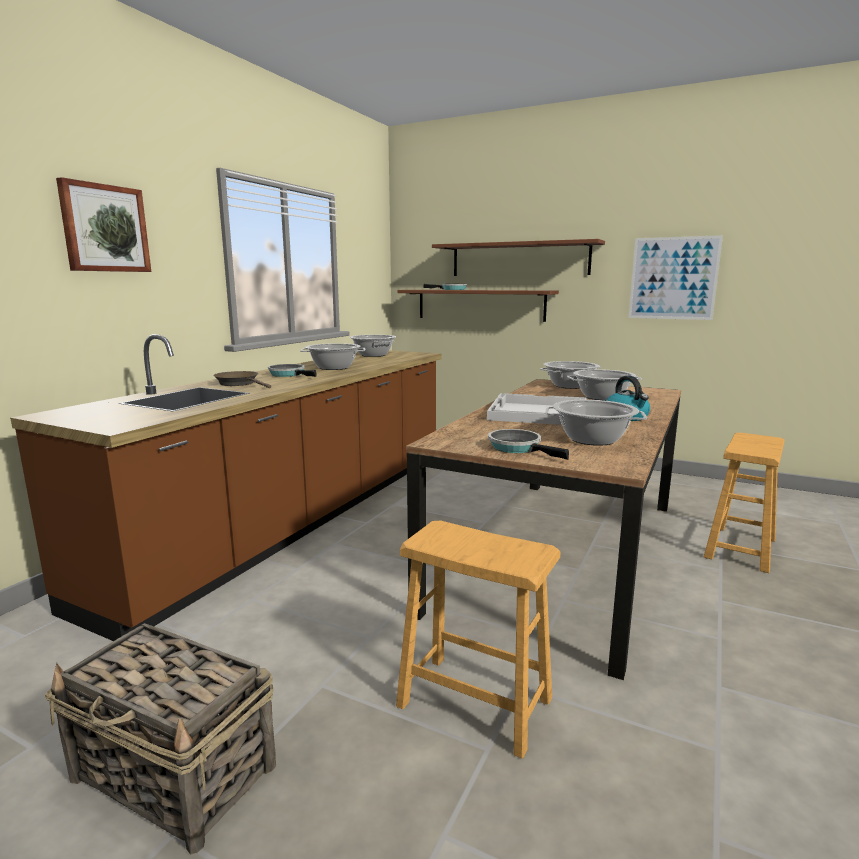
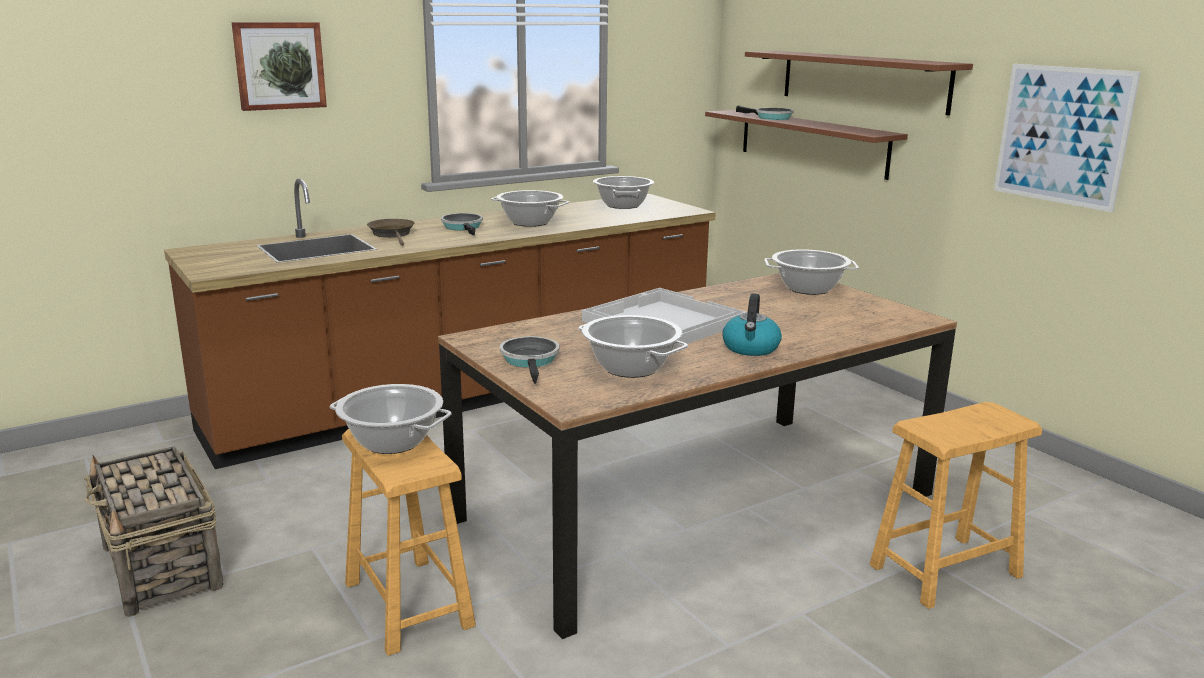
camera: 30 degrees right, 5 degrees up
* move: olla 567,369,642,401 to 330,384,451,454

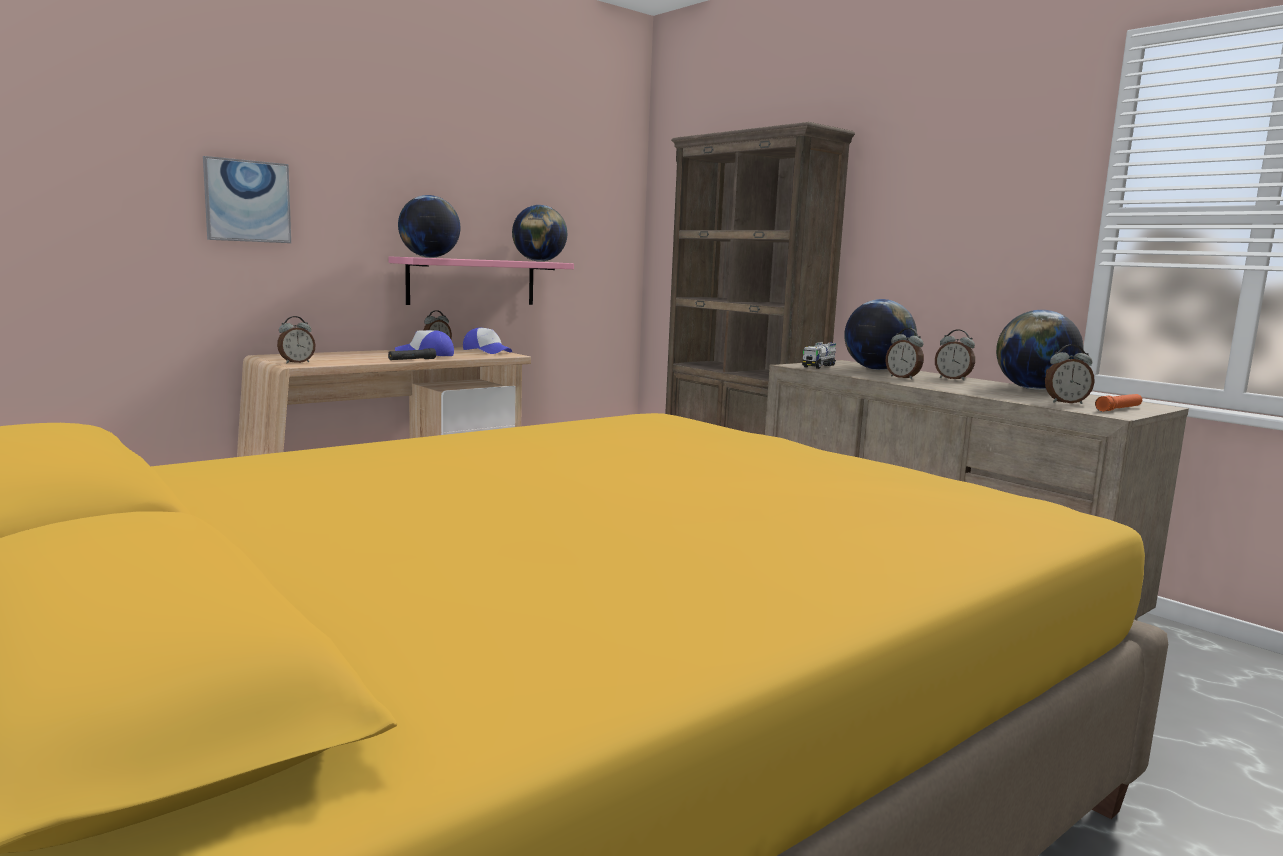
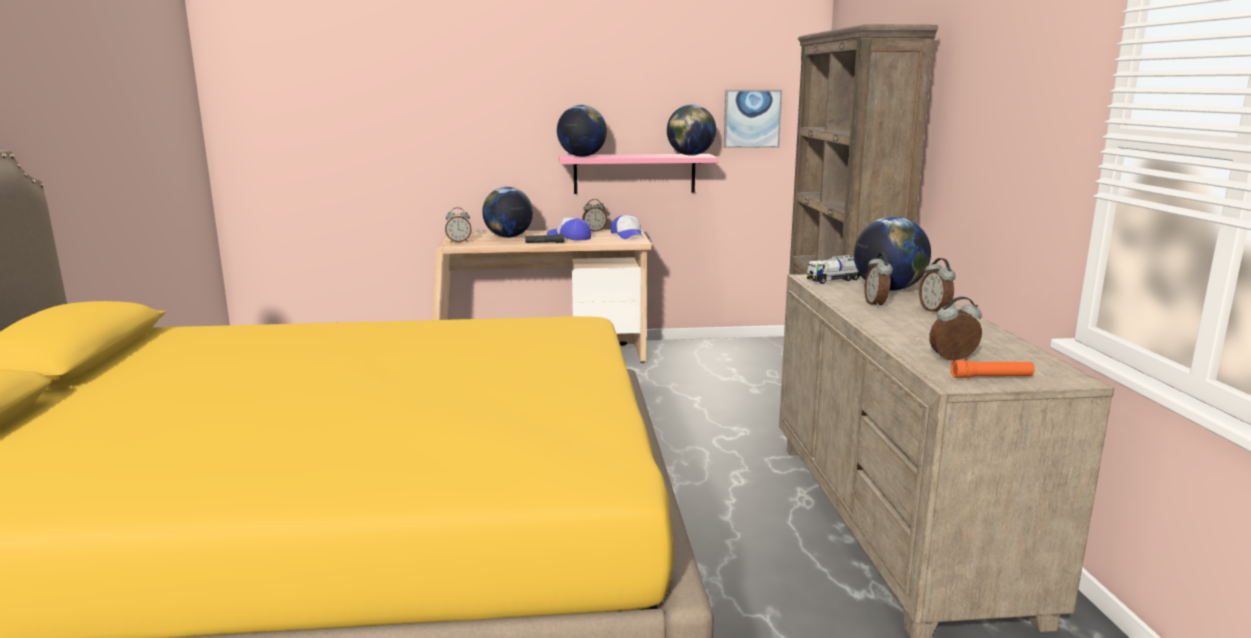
camera: 35 degrees right, 5 degrees up
* move: cuadro 203,156,291,243 to 724,90,782,148
* move: globo terráqueo 996,310,1084,390 to 482,187,533,238
* rotate: despertador 1045,344,1095,404 = 929,296,982,360 135 degrees clockwise

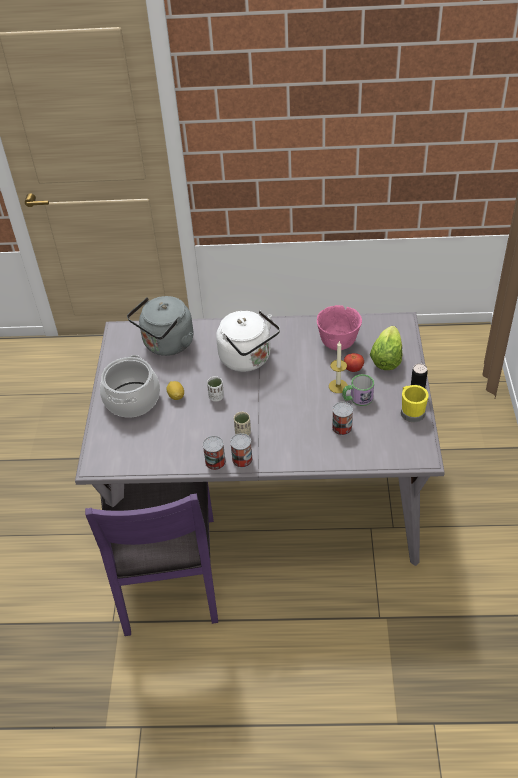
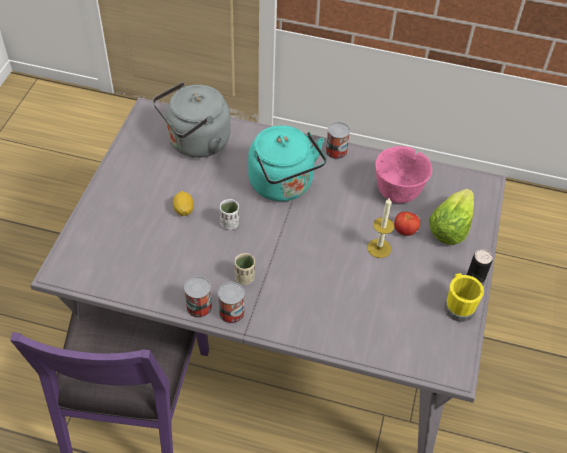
camera: 10 degrees right, 5 degrees up
* delete: olla 100,355,160,418
* recolor: hervidor (blanco) 216,311,280,372 to hervidor (turquesa) 248,125,326,201
* move: lata 332,402,353,436 to 326,122,350,160
* delete: taza grande 342,374,374,406

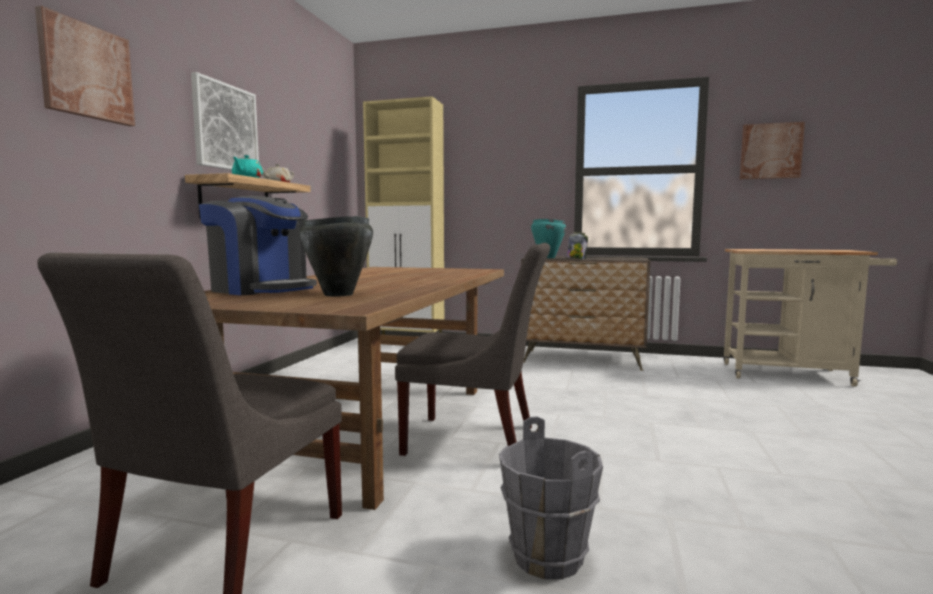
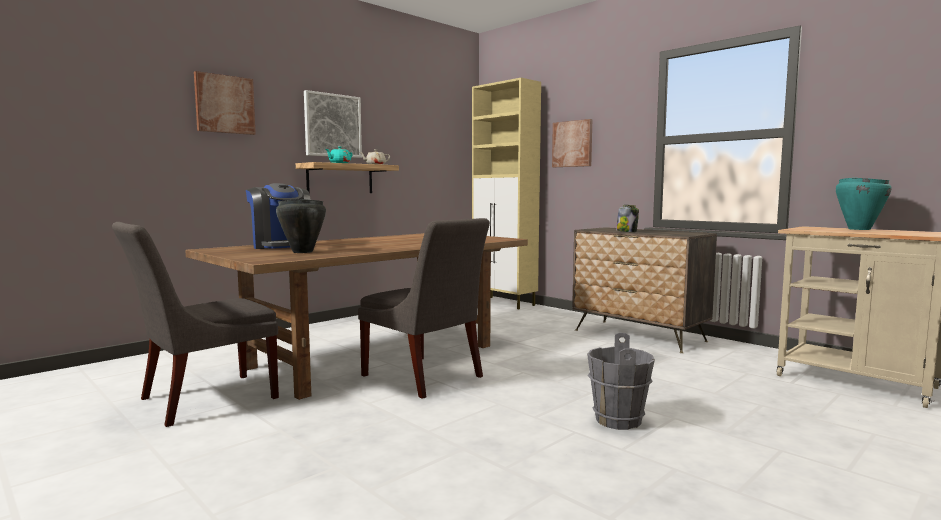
camera: 30 degrees right, 0 degrees up
* move: cubo (gris) 499,416,603,579 to 587,333,655,430
* move: olla (turquesa) 531,219,566,258 to 836,178,892,230
* move: cuadro 740,122,805,179 to 552,119,592,167

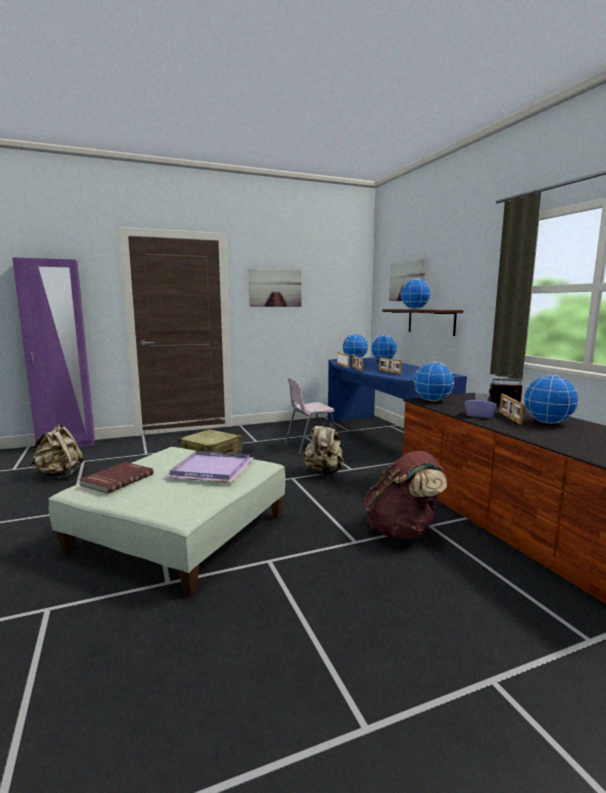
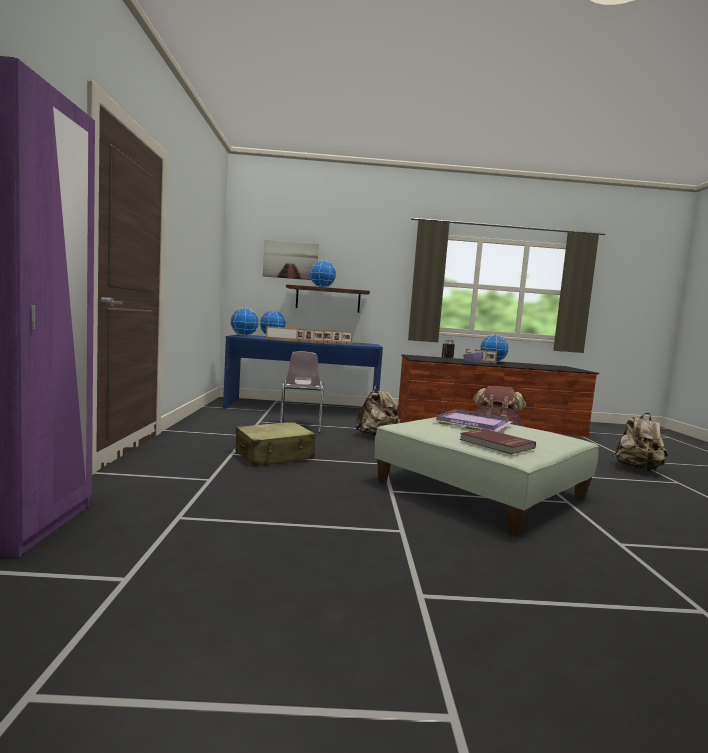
camera: 70 degrees left, 5 degrees down
* move: mochila (beis) 31,424,84,478 to 612,413,668,472
* delete: cuadro 249,269,301,307
* delete: globo terráqueo 413,362,454,401

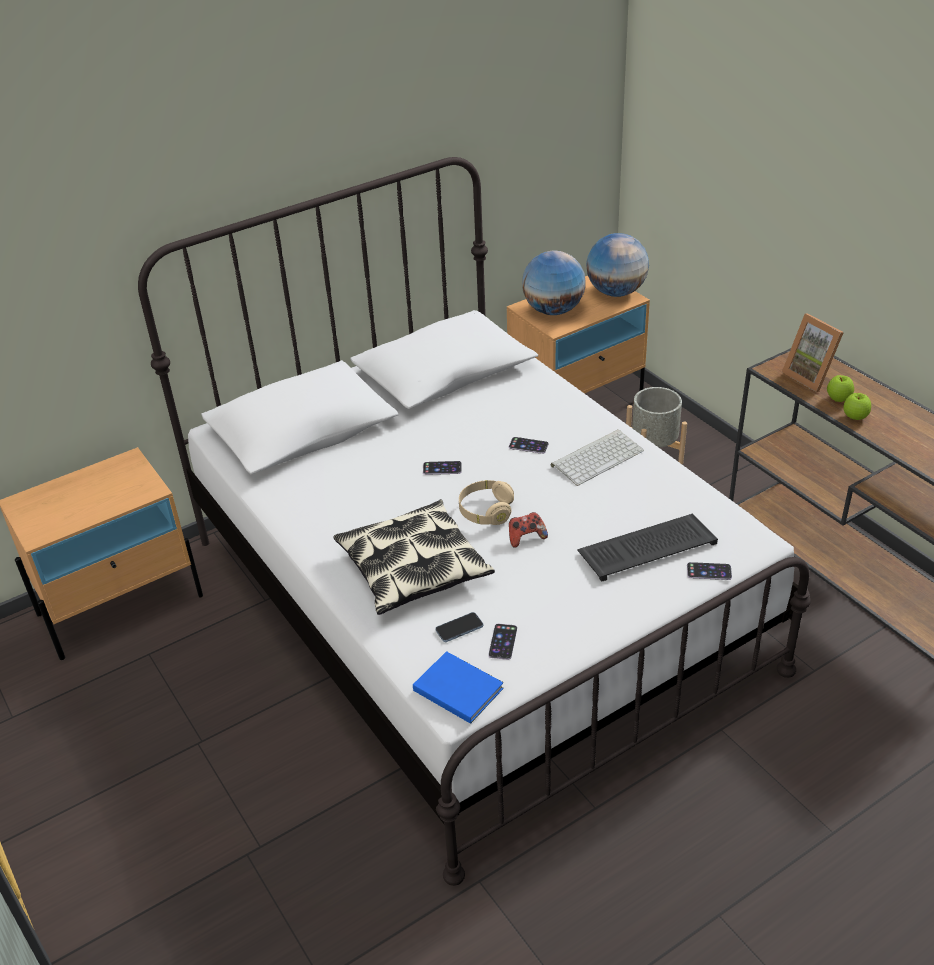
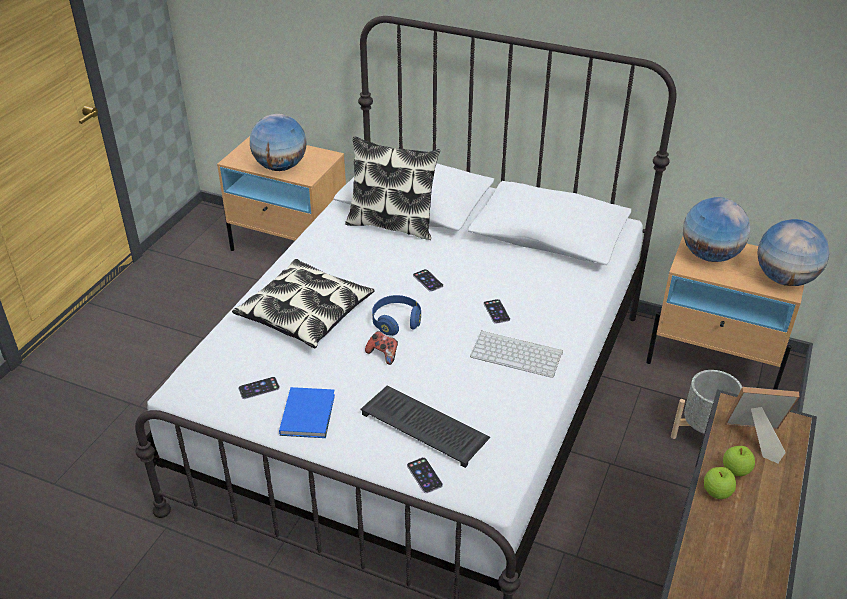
camera: 55 degrees right, 0 degrees up
* move: libro (azul) 413,651,504,724 to 279,387,335,438
* delete: móvil 435,612,483,642
* recolor: auriculares (beis) 459,480,514,525 to auriculares (azul) 372,295,421,336
* rotate: portarretratos 782,314,844,392 = 725,387,799,463 75 degrees clockwise
* insert: globo terráqueo 250,114,307,171
* insert: cojín 345,136,440,240

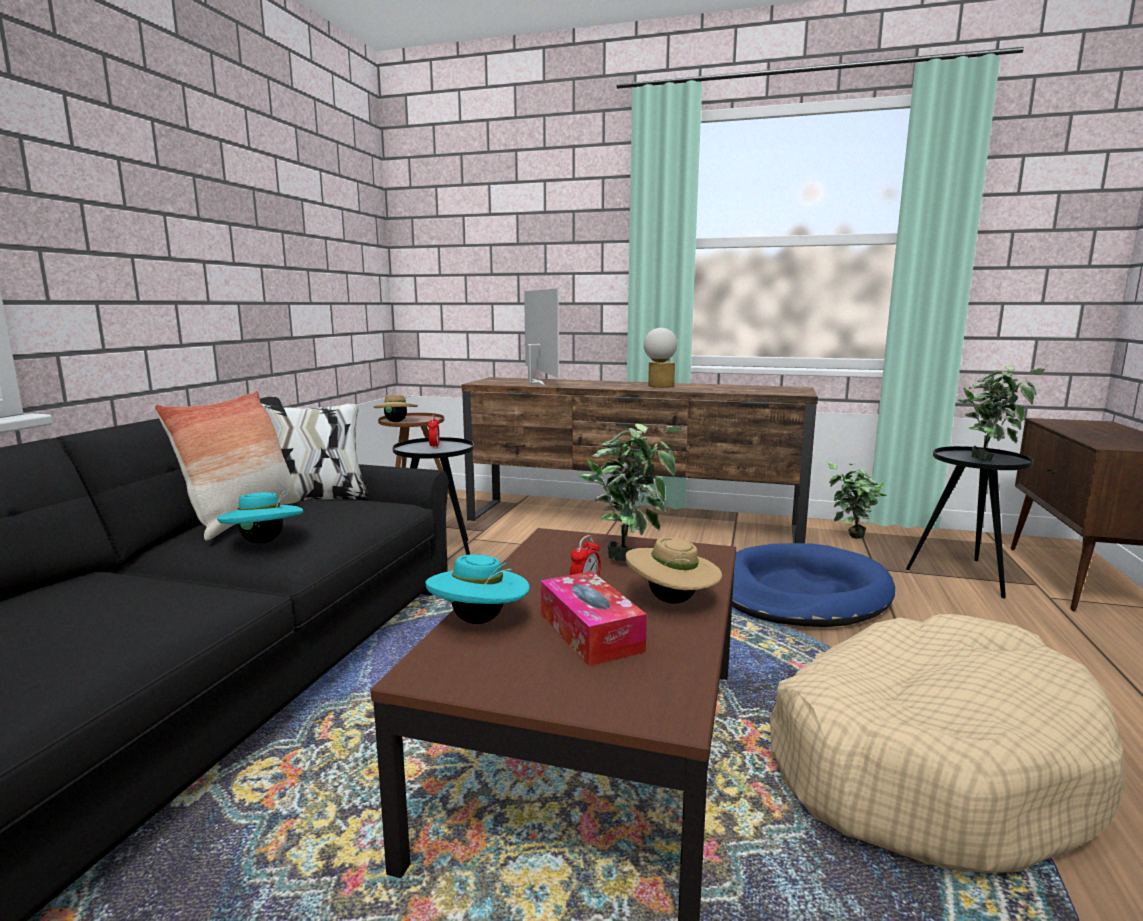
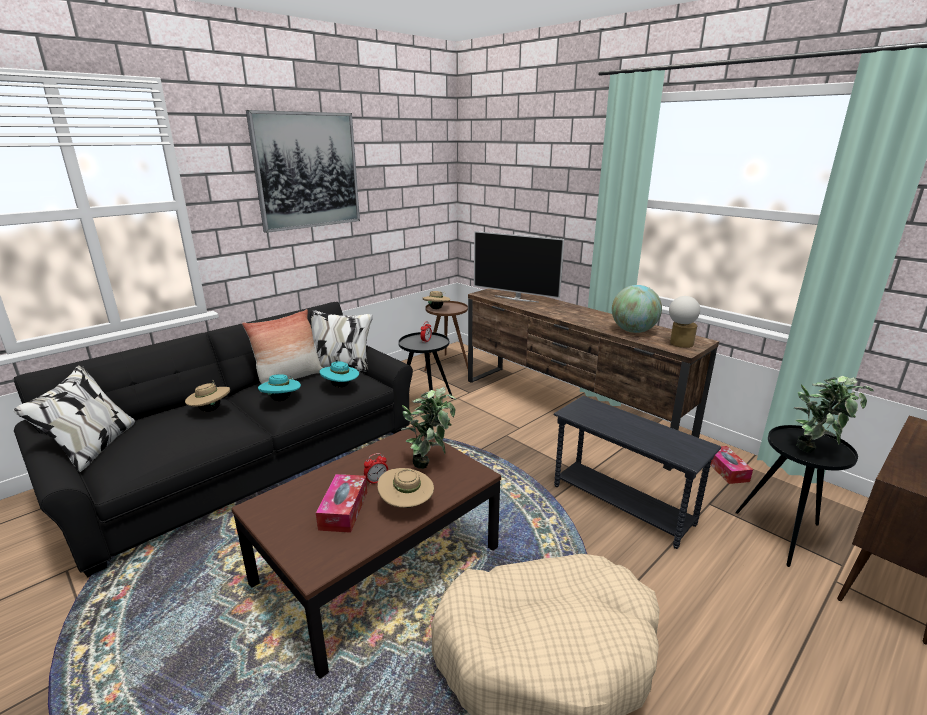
camera: 30 degrees right, 10 degrees up
* move: sombrero (turquesa) 426,554,530,624 to 320,361,359,388
* rotate: televisor 524,288,559,386 = 474,231,564,302 105 degrees clockwise
* move: lámpara de mesa 644,328,677,388 to 669,296,700,348
* replace: cama para perro (azul) 732,543,895,627 to mesa auxiliar (gris) 554,396,721,549
* replace: planta en maceta 828,462,888,539 to caja de pañuelos 710,446,753,484
* insert: sombrero (beis) 185,380,230,412
* insert: cuadro 246,110,360,233
* insert: globo terráqueo 612,285,662,333

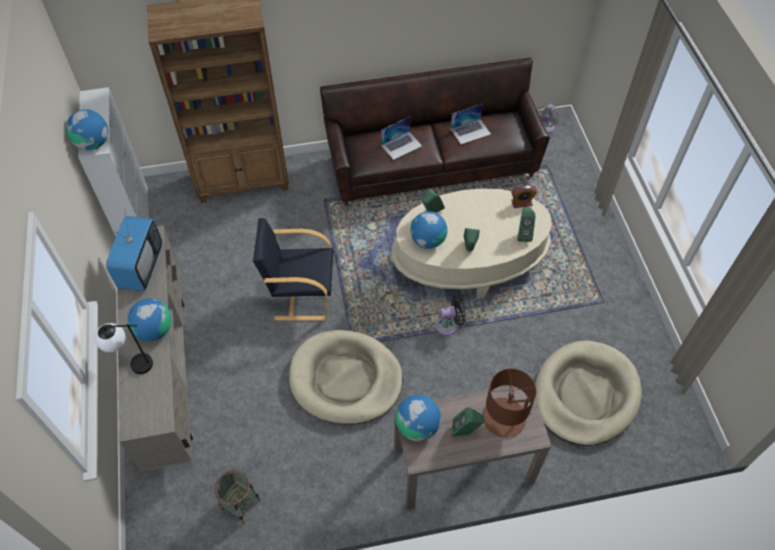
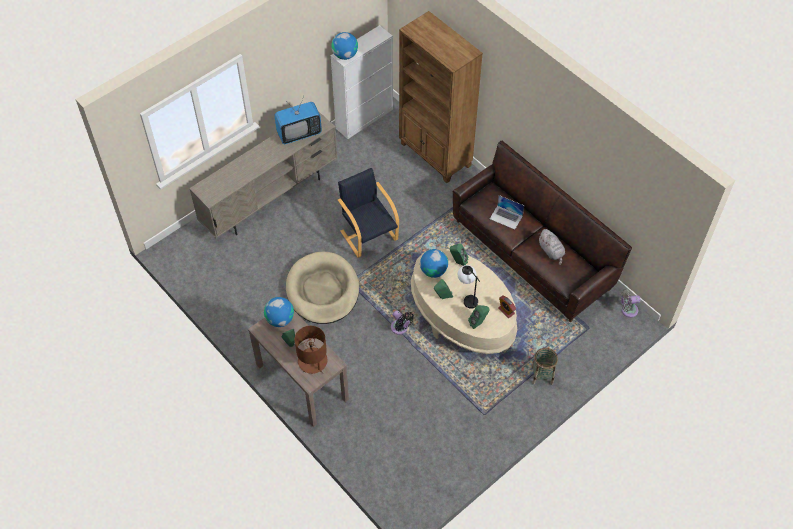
camera: 60 degrees right, 0 degrees up
* move: lámpara de mesa 95,323,153,374 to 458,265,480,309
* delete: globo terráqueo 128,298,171,341
* move: cesta 215,470,261,524 to 531,348,558,385
* replace: portátil 451,104,491,144 to peluche (gris) 539,229,565,265
* delete: cama para perro (beis) 535,340,642,446

